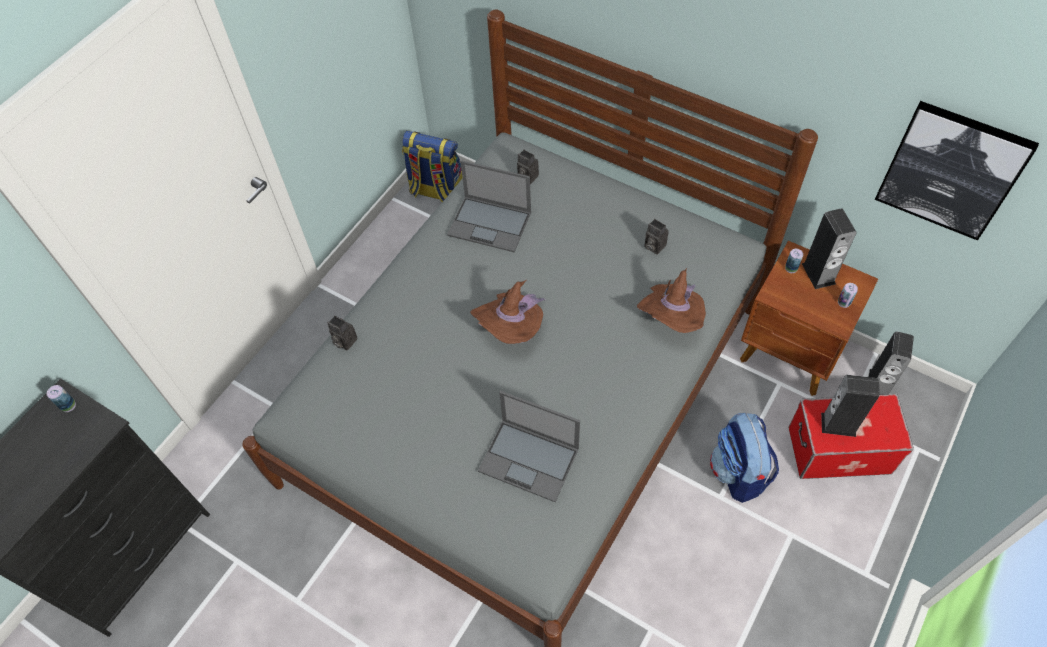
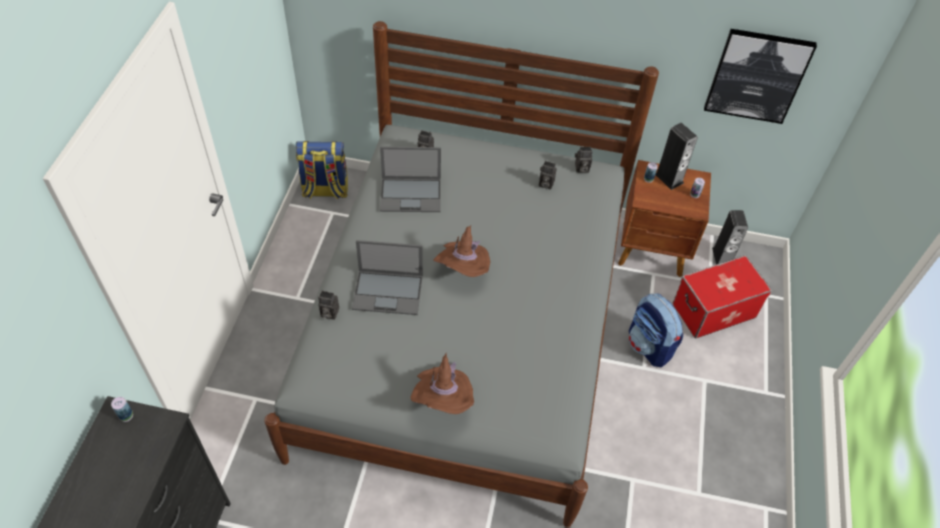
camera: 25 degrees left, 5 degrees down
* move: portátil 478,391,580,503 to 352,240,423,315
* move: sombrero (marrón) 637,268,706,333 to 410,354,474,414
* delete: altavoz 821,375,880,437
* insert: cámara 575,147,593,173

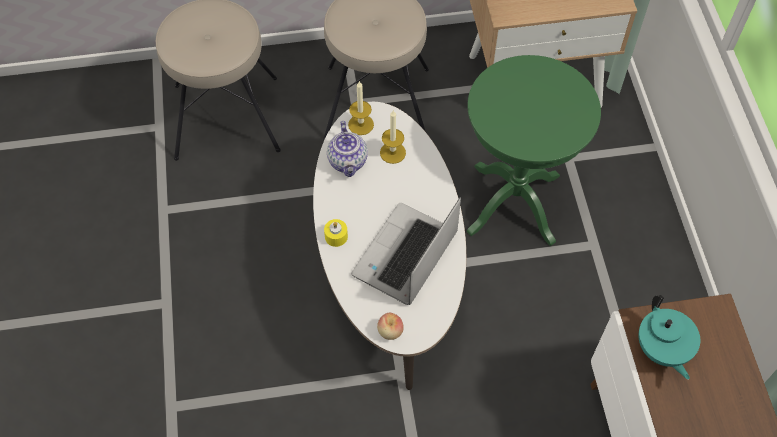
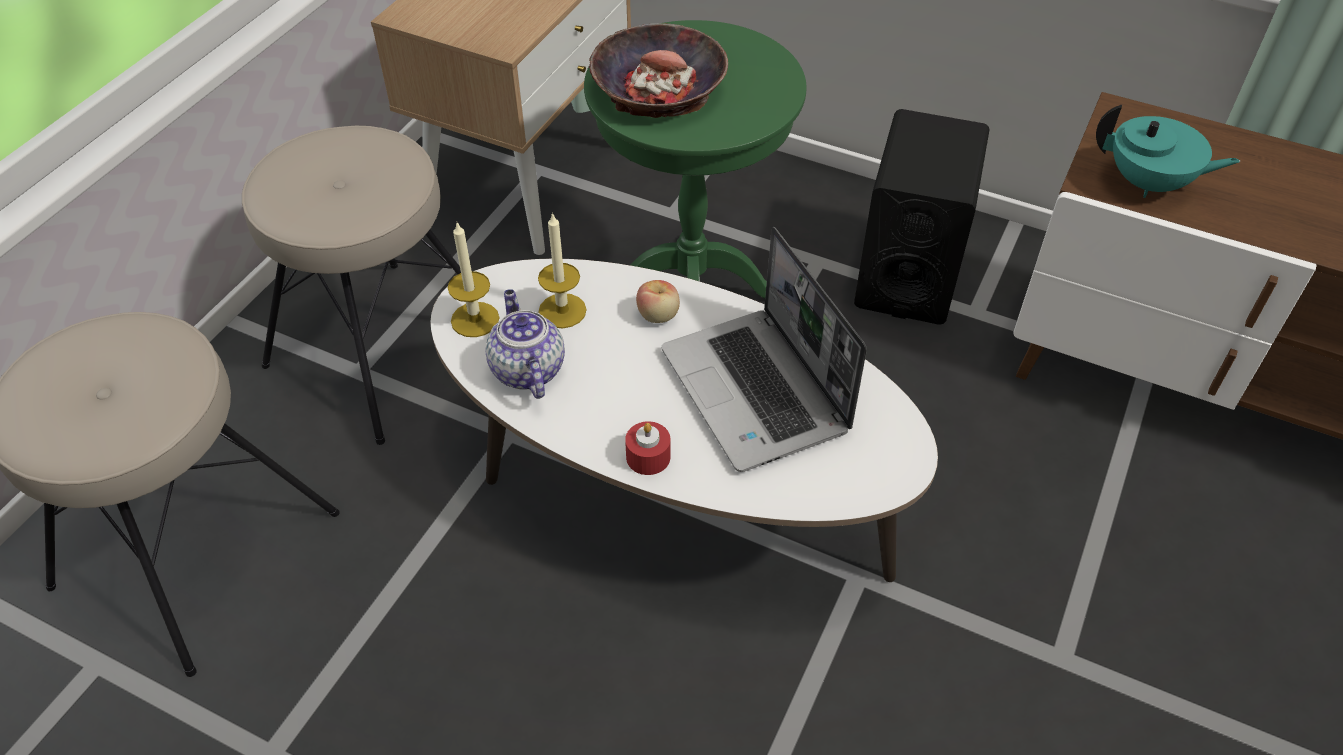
camera: 55 degrees left, 10 degrees down
* recolor: vela (amarillo) 324,219,348,247 to vela (rojo) 625,421,670,475
* rotate: tetera 327,121,368,177 = 486,289,565,399 135 degrees counterclockwise
* move: manzana 377,313,404,340 to 636,280,680,323
* insert: cuenco 589,23,728,118
* insert: altavoz (negro) 854,109,990,325

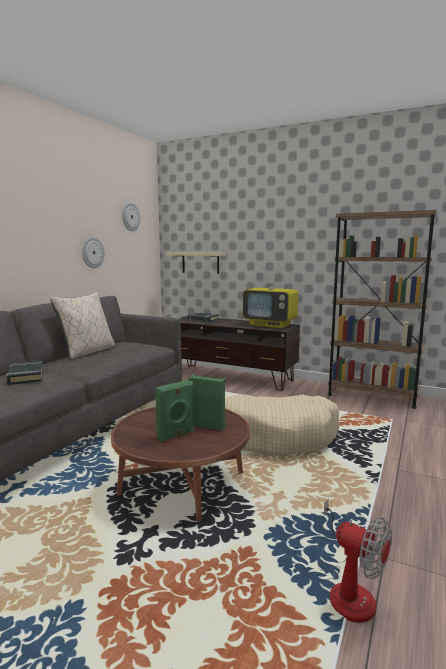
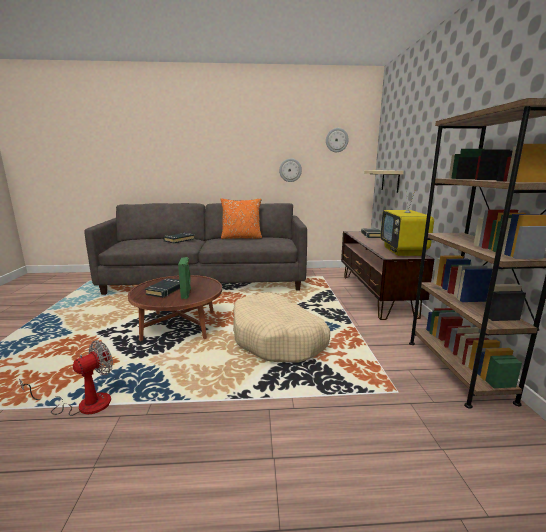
camera: 60 degrees right, 5 degrees up
* recolor: cojín (beis) 50,292,115,360 to cojín (naranja) 220,198,262,239
* replace: altavoz (verde) 155,380,194,442 to libro (negro) 145,278,180,298
* rotate: ventilador 318,499,392,623 = 19,341,113,416 150 degrees counterclockwise

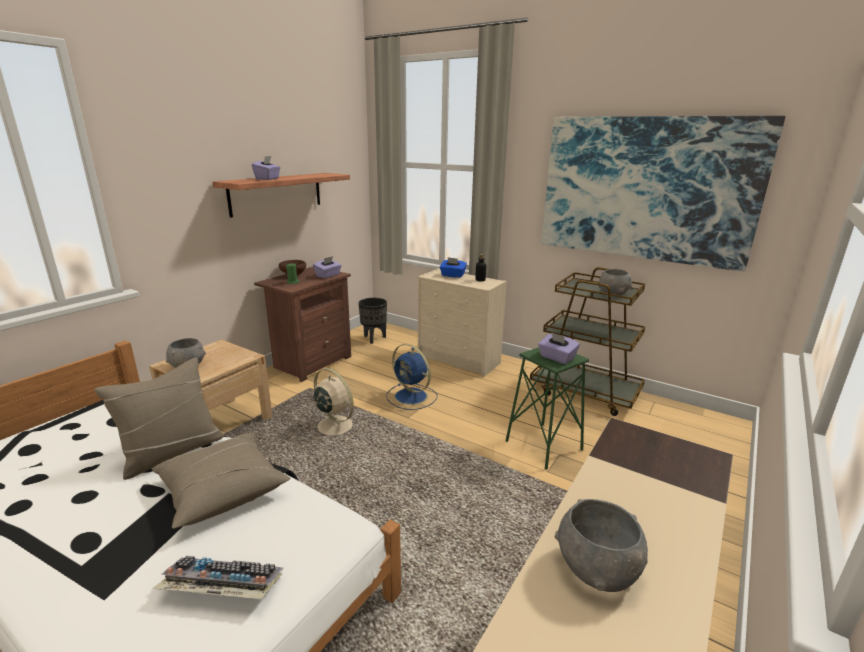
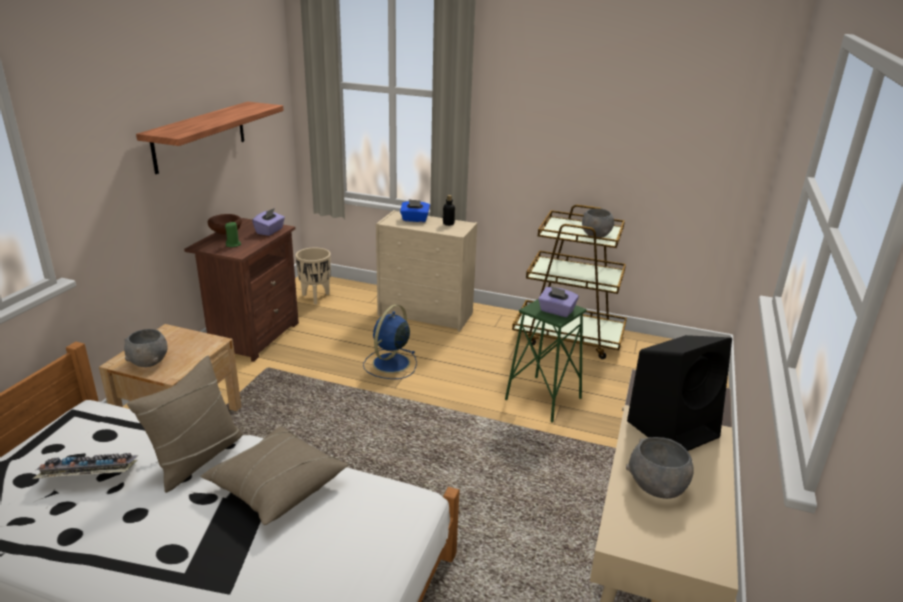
camera: 15 degrees left, 5 degrees up
* move: teclado 153,556,284,600 to 32,453,139,479
* delete: caja de pañuelos (morado) 252,156,281,180
* delete: ventilador (beis) 314,368,363,441
* recolor: maceta (negro) 358,298,387,344 to maceta (beis) 295,247,331,304
* rotate: ventilador (azul) 386,344,438,410 = 363,304,417,379 90 degrees clockwise
* delete: cuadro 542,116,785,272
* insert: altavoz (negro) 627,335,732,451

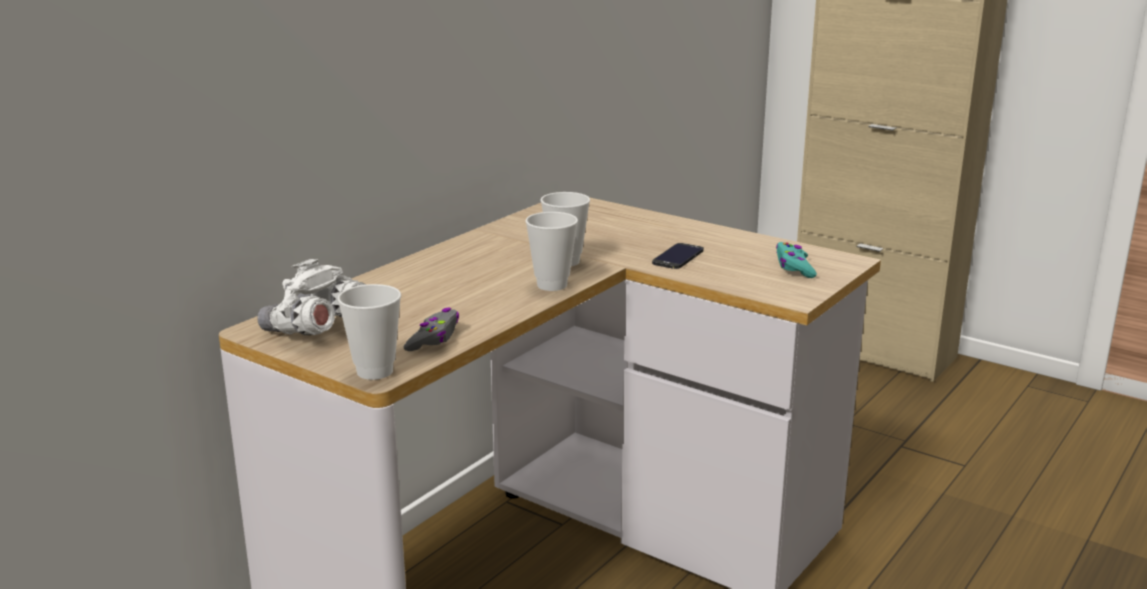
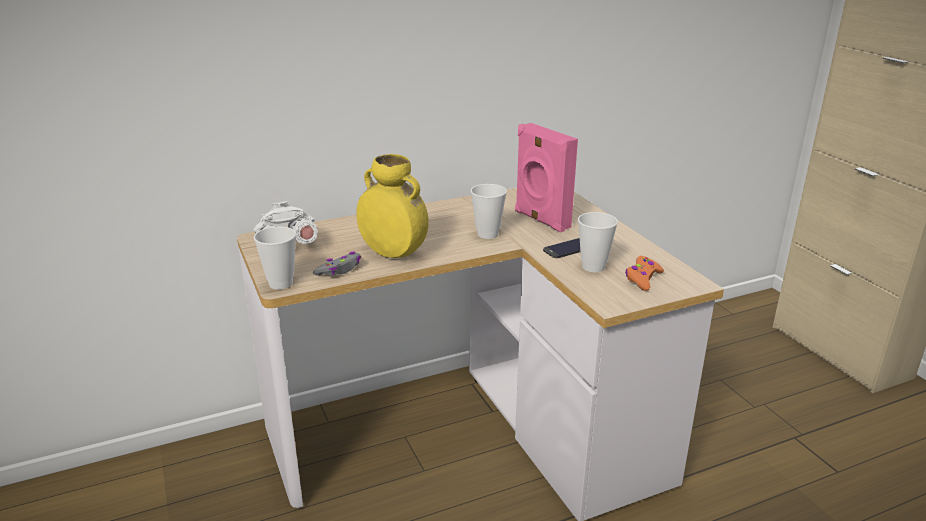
camera: 30 degrees right, 5 degrees up
* move: taza 525,212,578,291 to 578,212,618,272
* recolor: mando de consola (turquesa) 776,242,817,278 to mando de consola (naranja) 625,256,664,291
* insert: florero (amarillo) 356,154,429,258
* insert: altavoz (rosa) 515,123,578,233

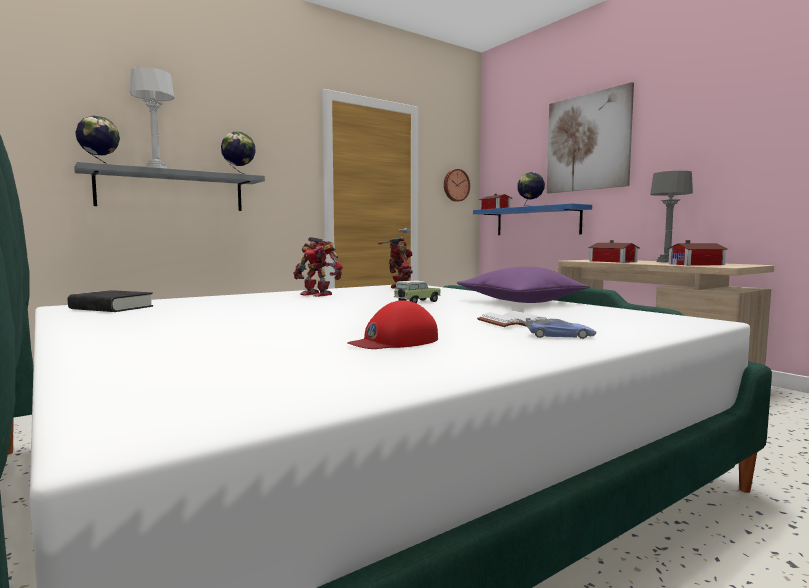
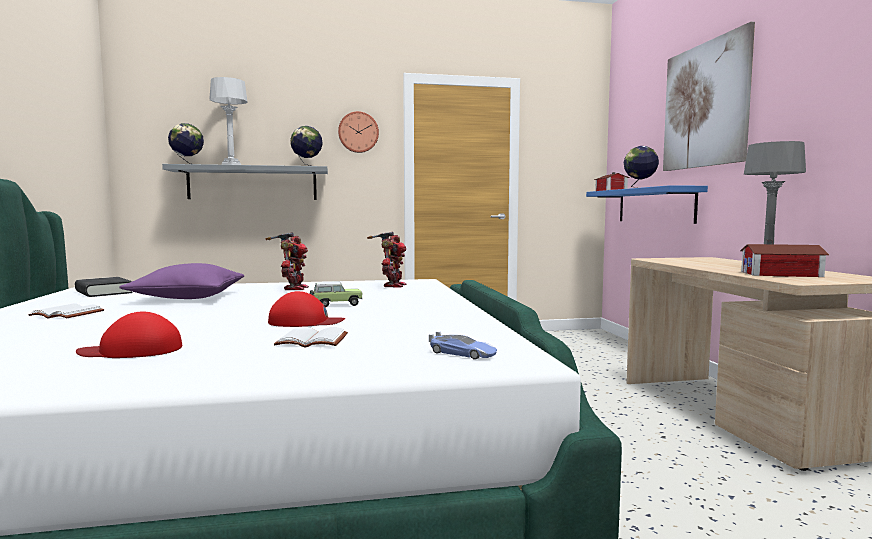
camera: 25 degrees right, 0 degrees up
* rotate: robot de juguete 293,237,343,297 = 265,232,309,290 150 degrees counterclockwise
* move: reloj de pared 444,169,470,202 to 338,111,379,153
* move: cojín (morado) 457,267,590,303 to 119,263,244,299
* move: coche de juguete 526,318,596,339 to 429,332,497,360
* delete: casita 588,240,639,263
* insert: libro (blanco) 28,303,105,318
* insert: gorra (rojo) 268,291,345,327

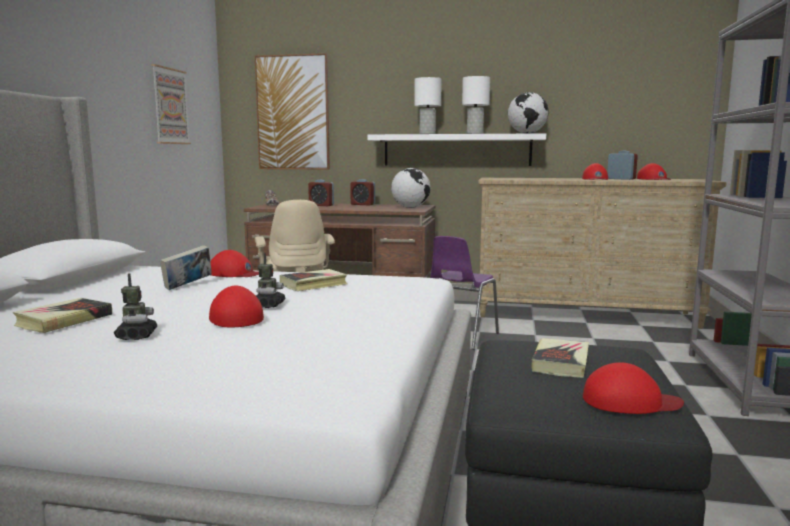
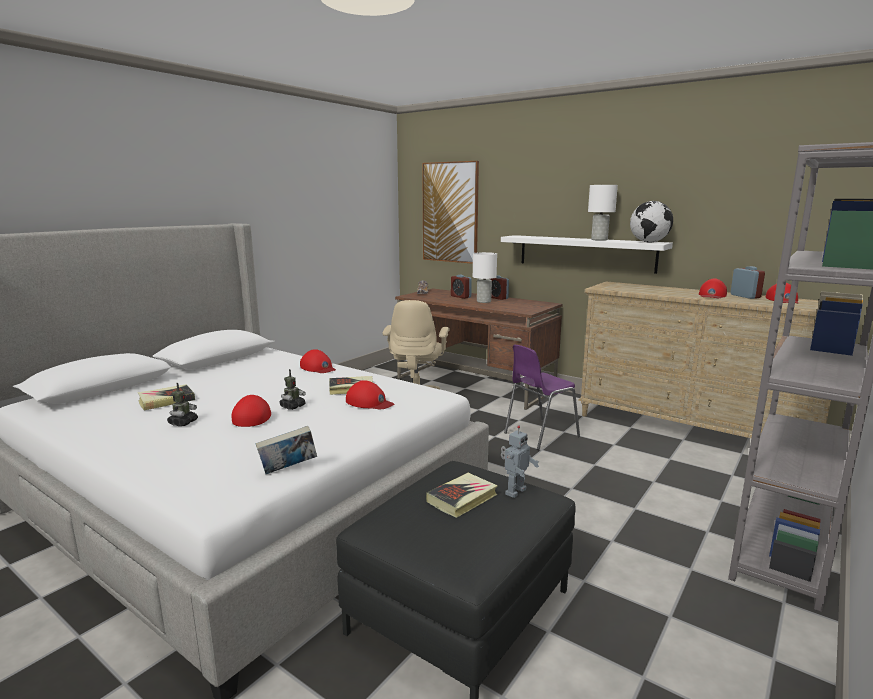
camera: 25 degrees right, 5 degrees up
* delete: cuadro 151,64,191,144
* move: libro 160,245,212,290 to 256,426,317,474
* delete: globo terráqueo 391,168,430,208
* move: lámpara de mesa (blanco) 414,77,442,134 to 473,252,497,303
* move: gorra (rojo) 583,362,684,414 to 346,380,394,409
* insert: robot de juguete 501,425,539,498

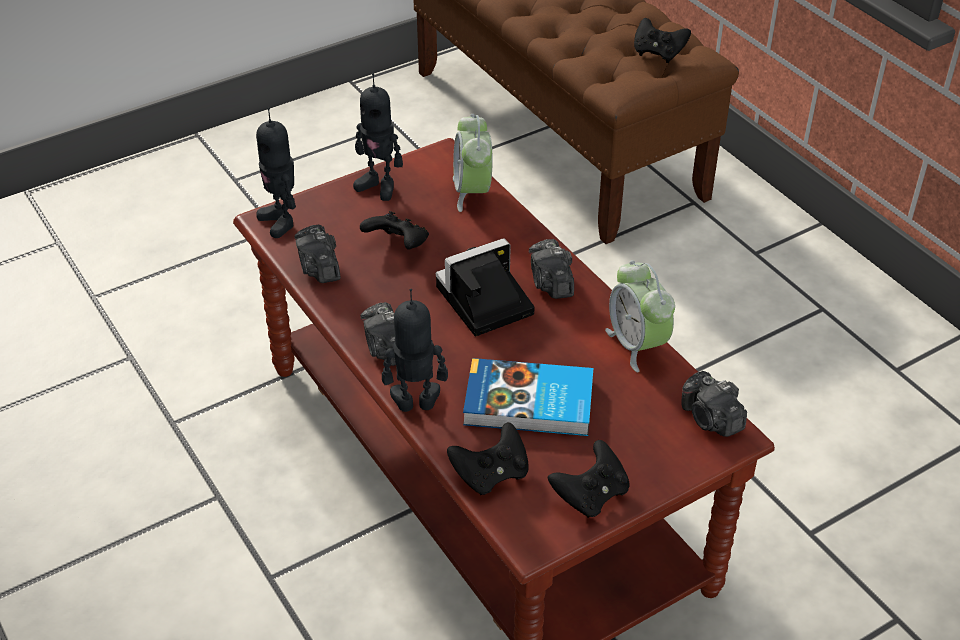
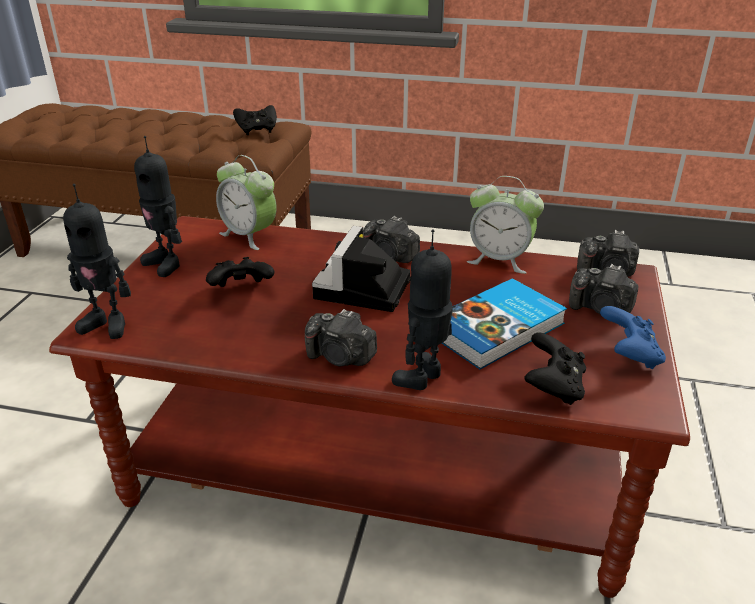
camera: 45 degrees left, 10 degrees down
* move: cámara 295,225,341,283 to 569,264,639,315
* rotate: robot de juguete 353,73,403,201 = 134,136,182,277 60 degrees clockwise
* recolor: mando de consola (negro) 548,440,630,518 to mando de consola (azul) 600,306,666,369

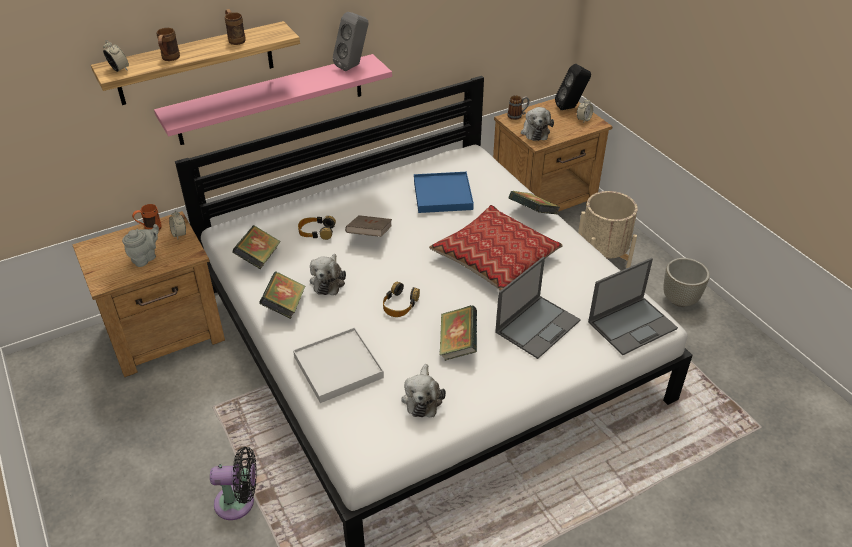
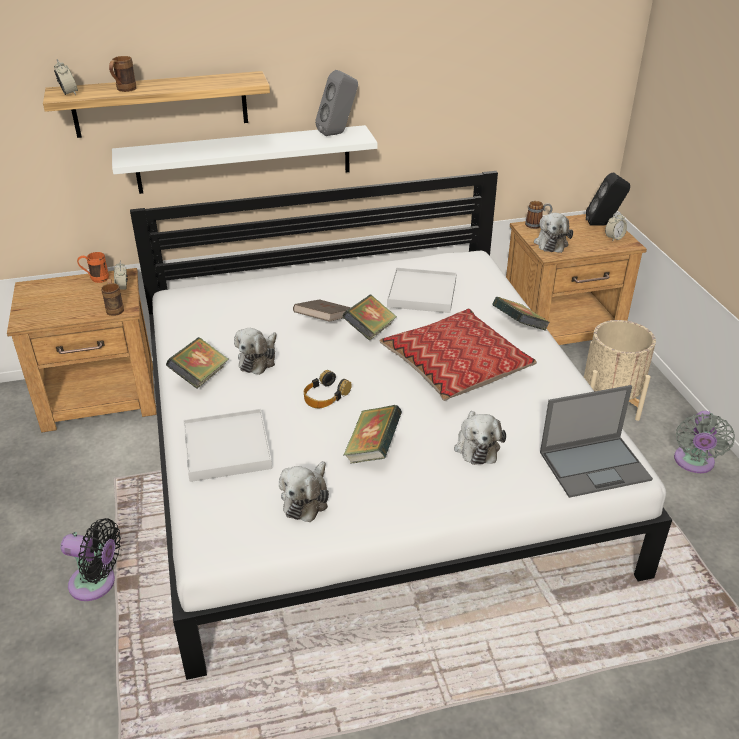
camera: 15 degrees right, 5 degrees down
* delete: tetera (gris) 122,224,159,267
* recolor: estante (rosa) 154,54,392,145 to estante (blanco) 112,125,378,194
* move: taza grande (marrón) 225,9,246,45 to 101,278,124,316
* move: libro 232,225,281,269 to 342,295,397,341
* delete: auriculares 298,216,336,240
* recolor: bandeja (azul) 414,172,474,213 to bandeja (blanco) 387,268,457,313
* replace: portátil 495,257,581,359 to peluche 454,411,506,465
* replace: maceta (gris) 663,258,710,307 to ventilador (gris) 674,411,735,473

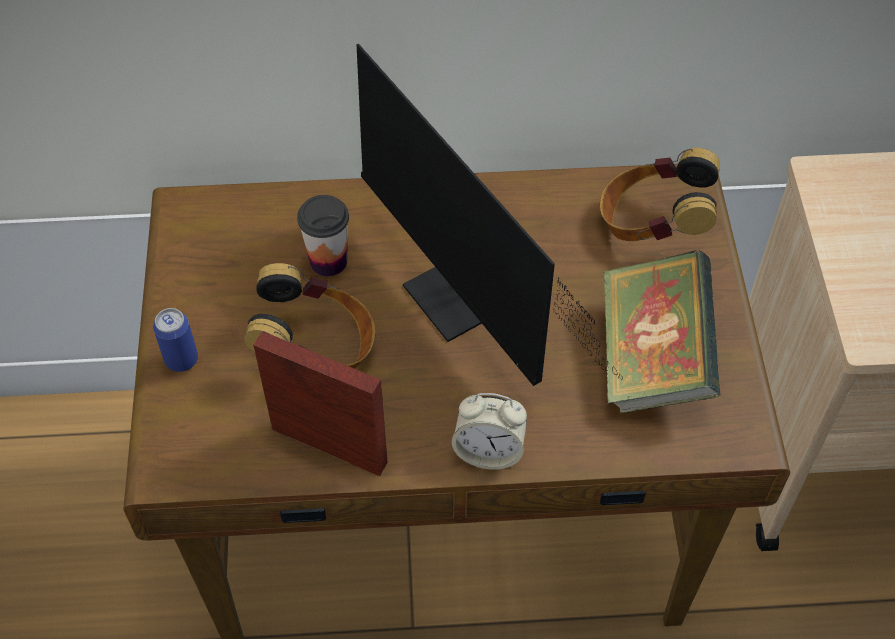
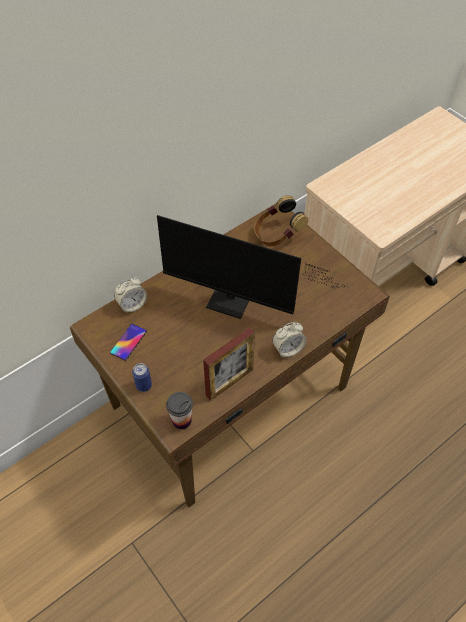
camera: 35 degrees left, 0 degrees up
* delete: auriculares 244,263,375,369
* rotate: portarretratos 253,331,388,476 = 203,327,255,401 150 degrees clockwise
* move: taza 297,195,349,276 to 166,392,193,430
* delete: libro 603,250,720,414
* insert: móvil 110,324,147,361
* insert: despertador 114,276,147,314

